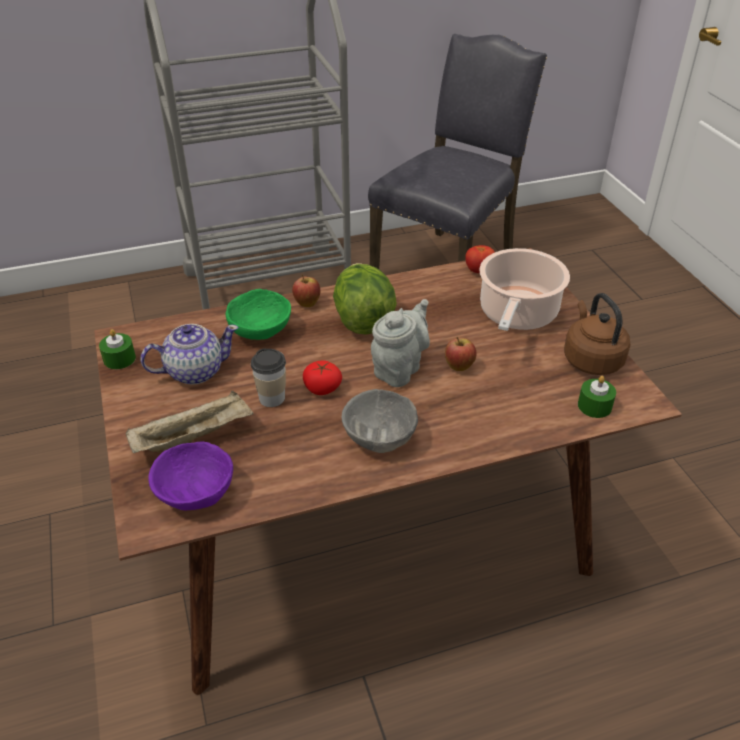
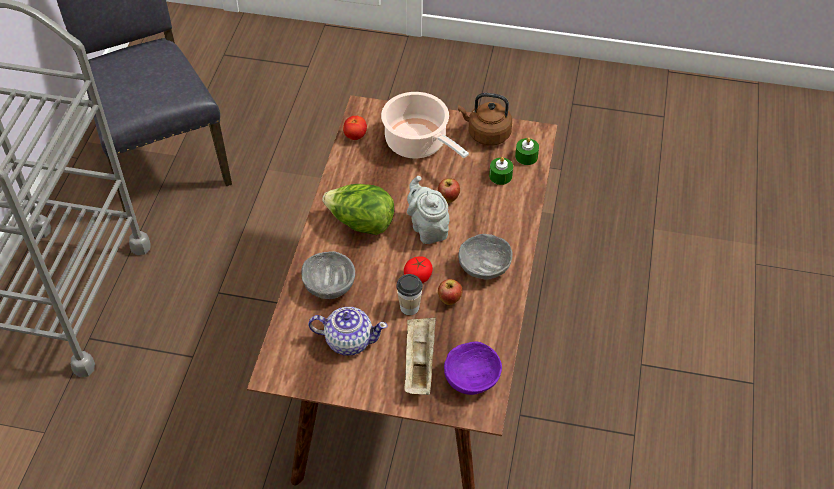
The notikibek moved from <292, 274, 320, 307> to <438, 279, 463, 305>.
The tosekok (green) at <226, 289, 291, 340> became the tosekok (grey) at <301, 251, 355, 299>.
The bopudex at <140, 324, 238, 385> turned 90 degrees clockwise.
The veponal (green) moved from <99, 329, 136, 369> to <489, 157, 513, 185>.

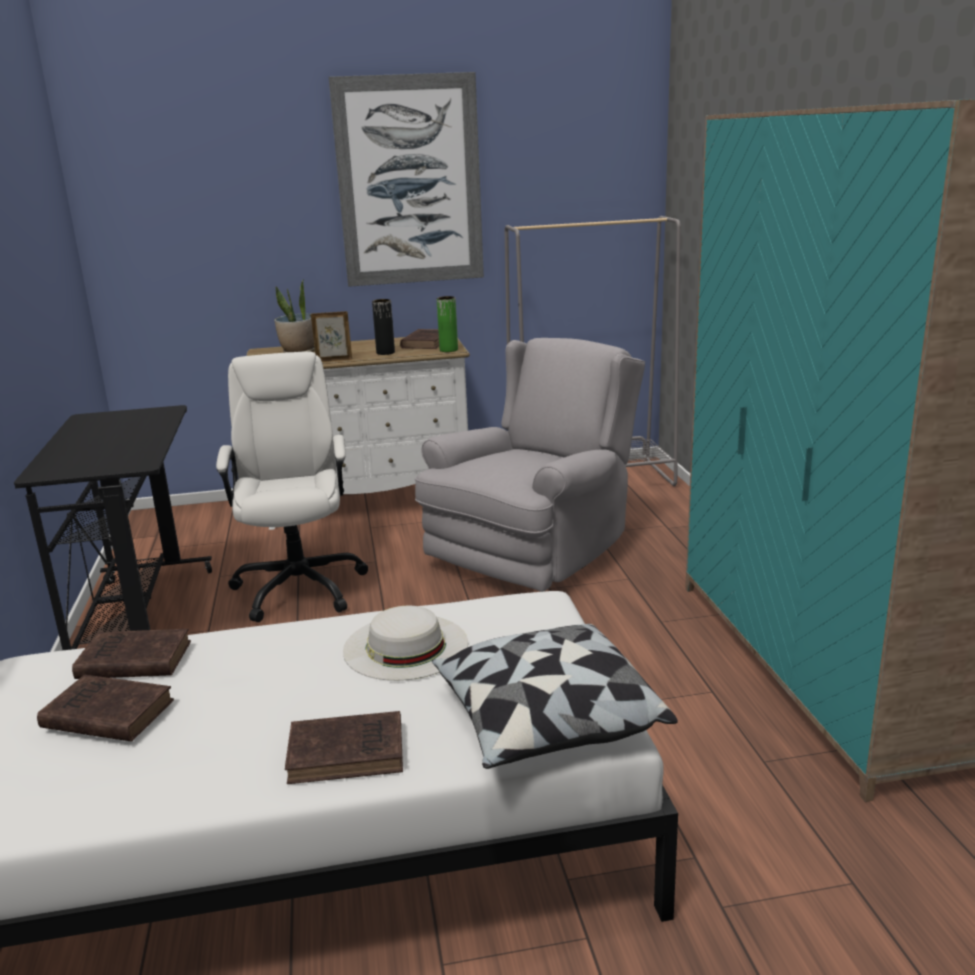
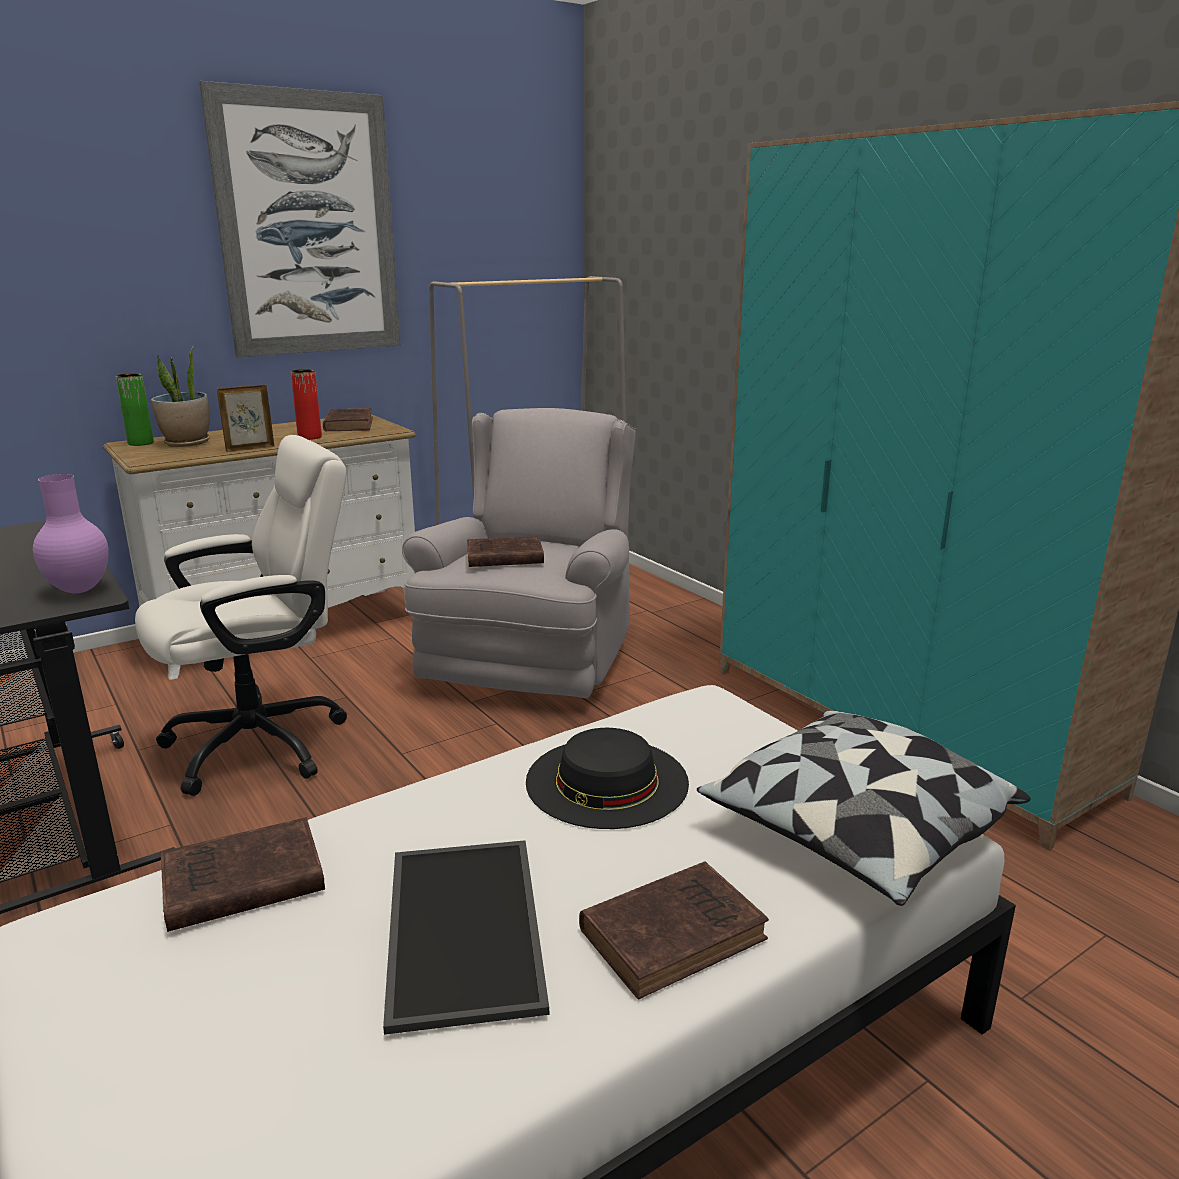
The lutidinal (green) moved from <437, 296, 458, 352> to <116, 373, 154, 446>.
The lutidinal (black) at <372, 299, 395, 355> became the lutidinal (red) at <290, 369, 322, 440>.
The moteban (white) at <216, 352, 368, 622> turned 90 degrees clockwise.
The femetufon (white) at <343, 606, 468, 681> became the femetufon (black) at <526, 728, 689, 829>.
The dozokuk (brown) moved from <37, 675, 174, 742> to <467, 536, 544, 567>.
The lutidinal (purple) at <33, 474, 109, 594> appeared.
The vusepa at <383, 840, 549, 1035> appeared.

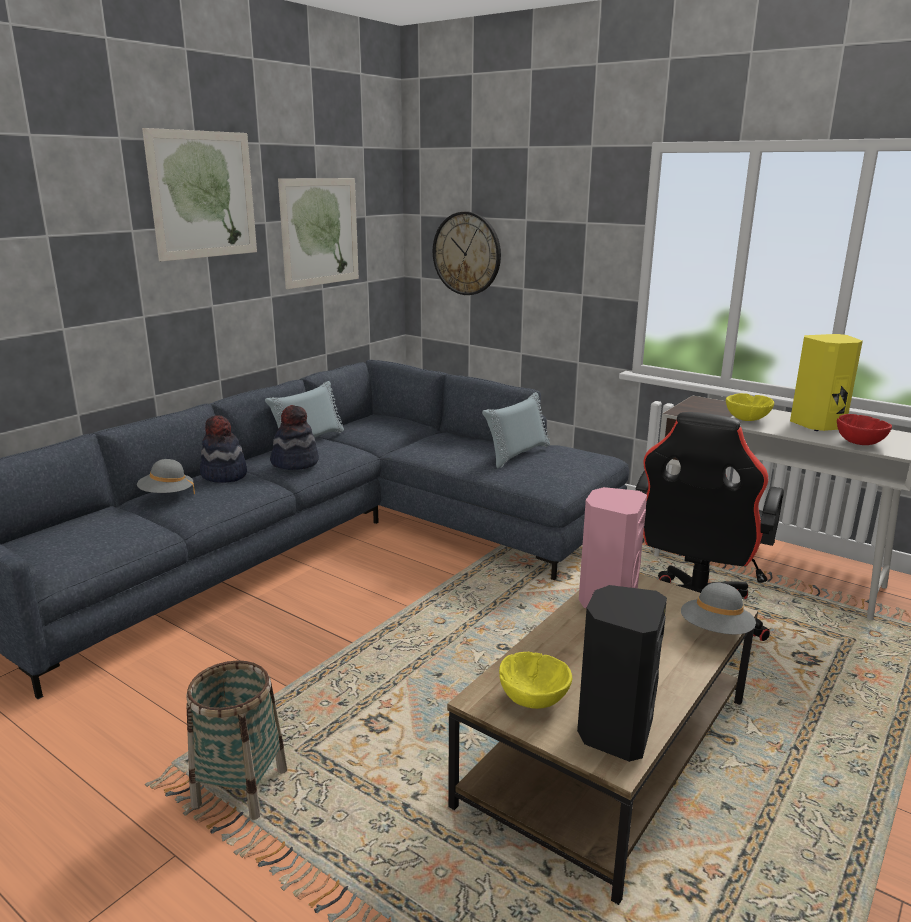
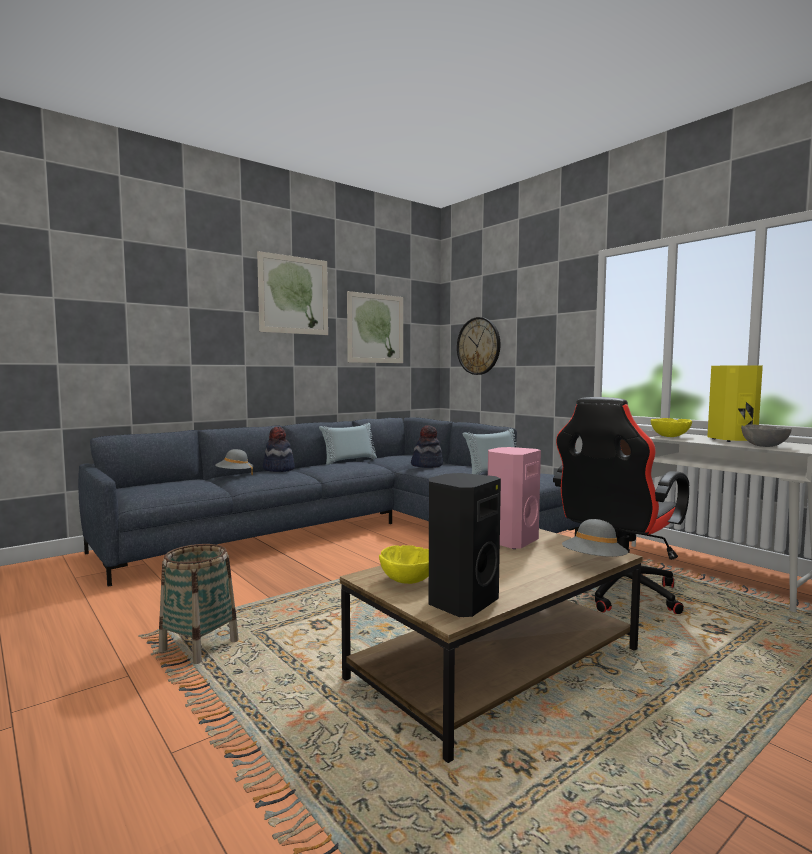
The femetufon moved from <270, 405, 319, 470> to <411, 425, 443, 468>.
The tosekok (red) at <837, 414, 892, 445> became the tosekok (grey) at <741, 424, 792, 447>.

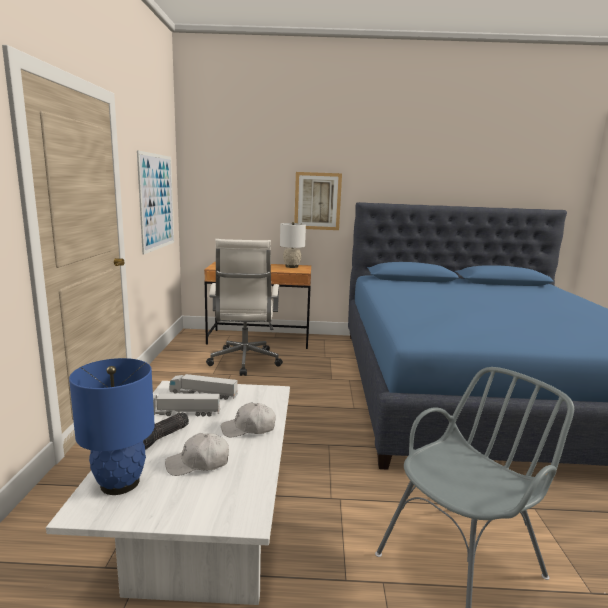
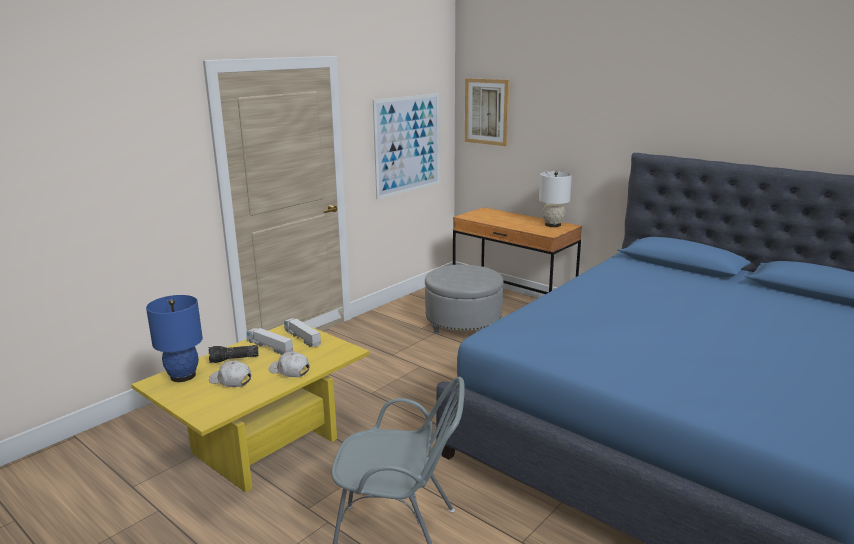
The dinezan moved from <294, 172, 342, 230> to <465, 78, 509, 146>.
The moteban (white) at <206, 239, 283, 376> was replaced by the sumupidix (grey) at <425, 265, 504, 334>.
The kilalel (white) at <46, 381, 290, 605> became the kilalel (yellow) at <131, 325, 369, 493>.

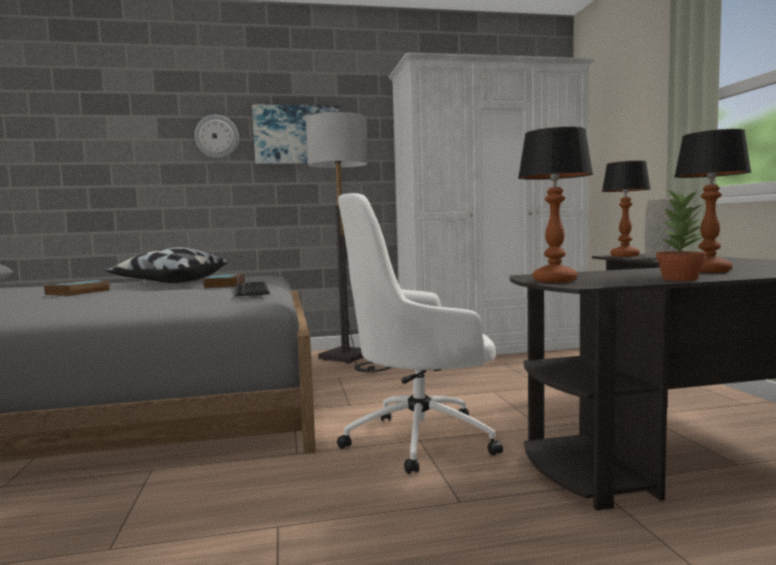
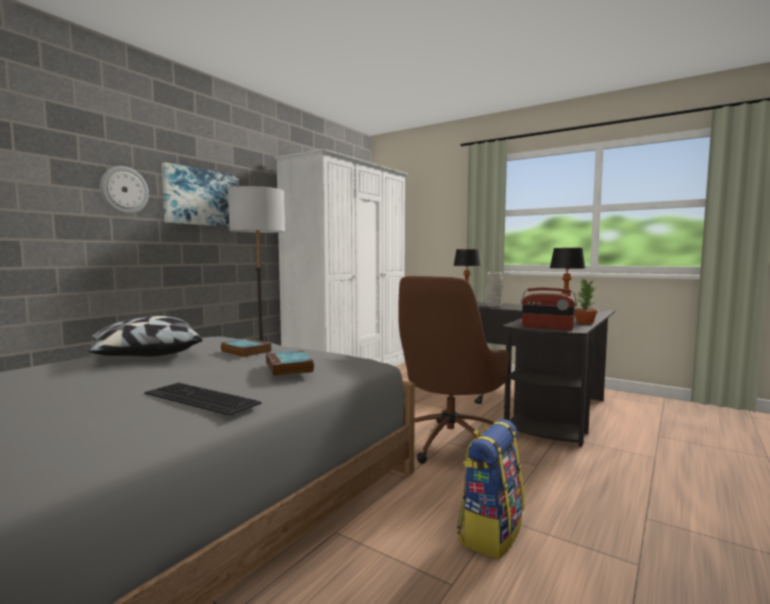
The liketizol at <518, 127, 593, 282> was replaced by the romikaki at <521, 287, 577, 330>.
The moteban (white) at <337, 193, 503, 474> became the moteban (brown) at <398, 276, 509, 464>.
The dozokuk moved from <44, 280, 110, 296> to <266, 351, 314, 376>.
The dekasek moved from <235, 282, 270, 296> to <145, 383, 262, 416>.
The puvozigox at <457, 419, 525, 559> appeared.

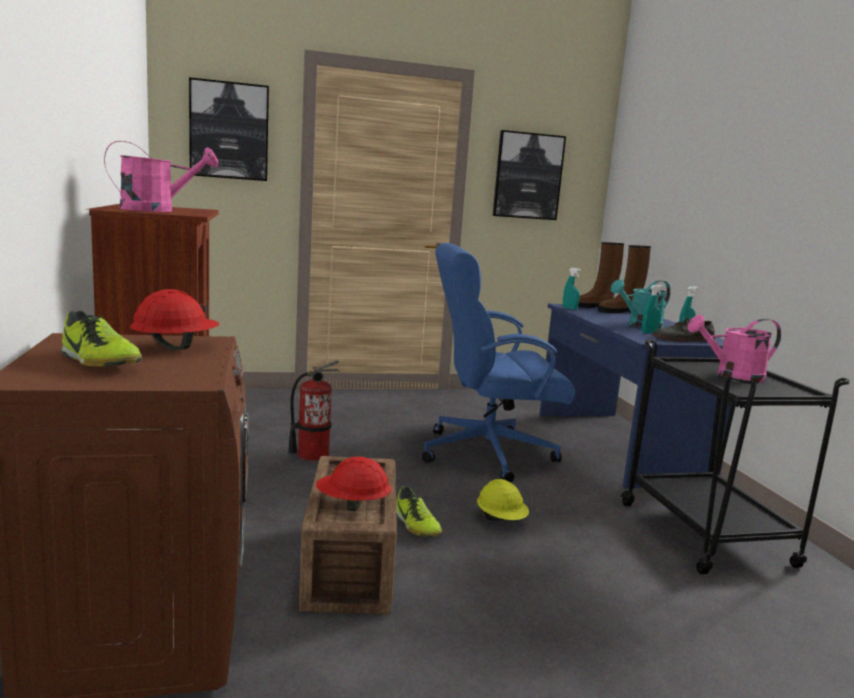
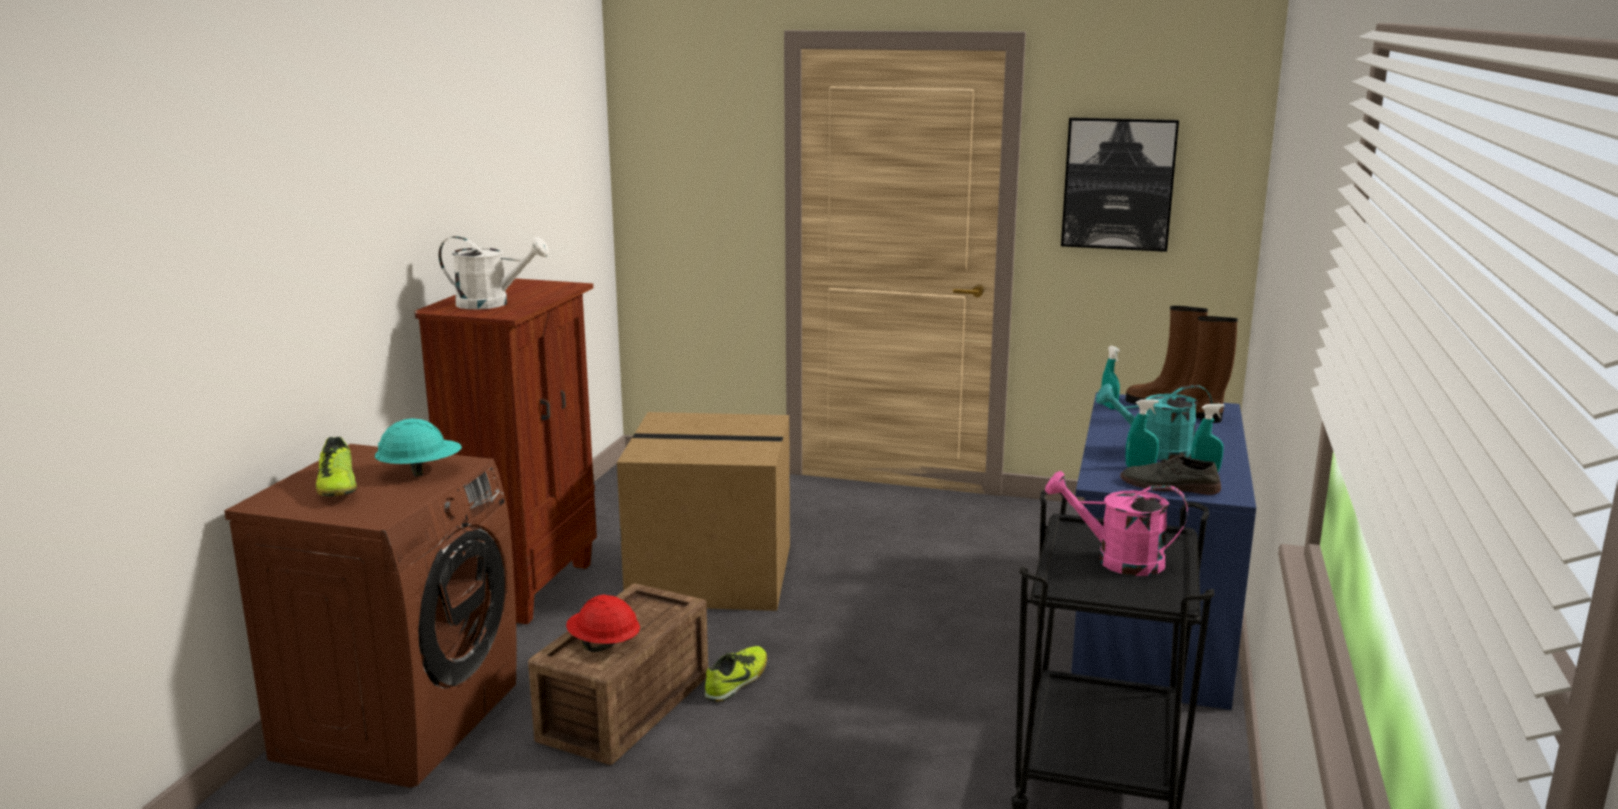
The dinezan at <189, 77, 269, 181> disappeared.
The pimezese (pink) at <104, 141, 218, 212> became the pimezese (white) at <438, 236, 549, 309>.
The moteban (blue) at <422, 243, 575, 483> disappeared.
The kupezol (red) at <130, 289, 219, 350> became the kupezol (turquoise) at <375, 418, 462, 477>.
The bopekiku at <288, 360, 339, 461> was replaced by the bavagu at <617, 412, 790, 611>.
The kupezol (yellow) at <477, 479, 529, 521> disappeared.
The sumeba at <396, 486, 442, 537> turned 150 degrees counterclockwise.

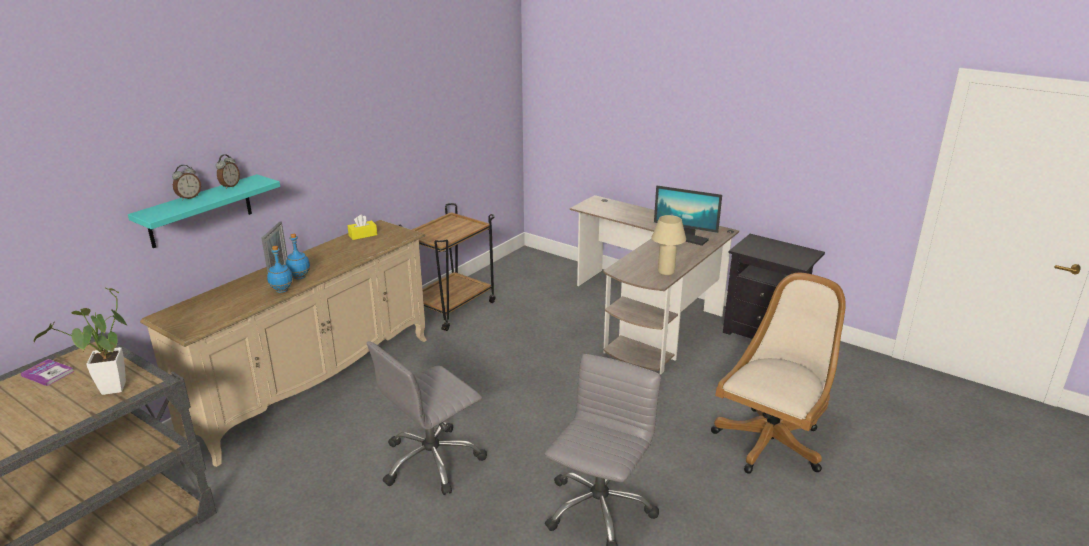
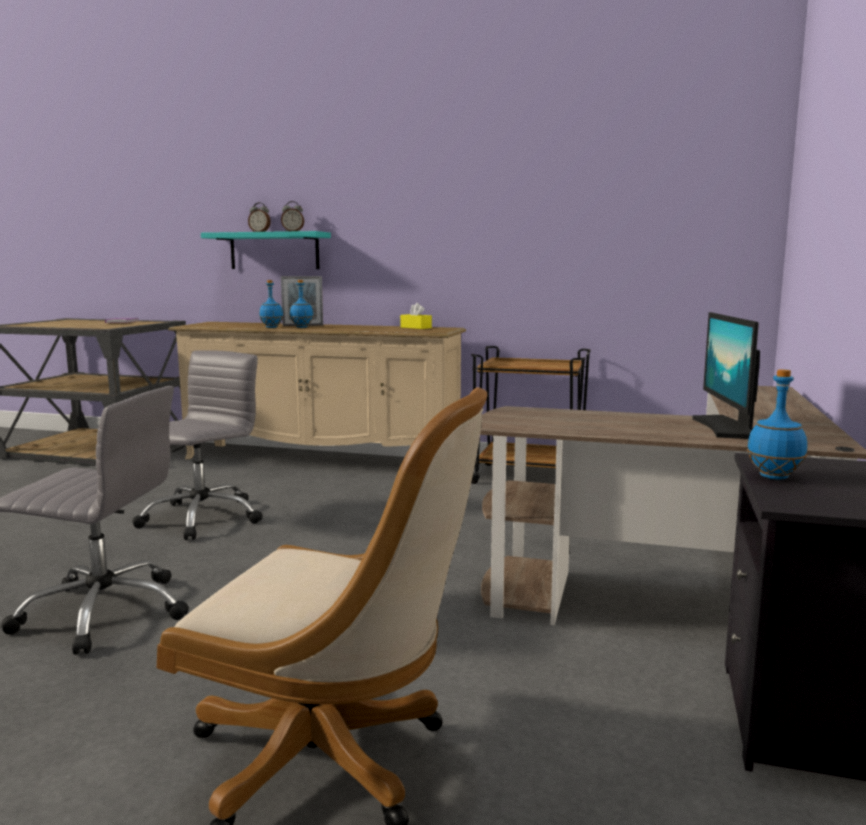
The liketizol (beige) at <652, 215, 686, 275> disappeared.
The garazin at <34, 288, 128, 395> disappeared.
The moteban (grey) at <367, 341, 487, 495> turned 90 degrees clockwise.
The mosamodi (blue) at <747, 369, 807, 480> appeared.

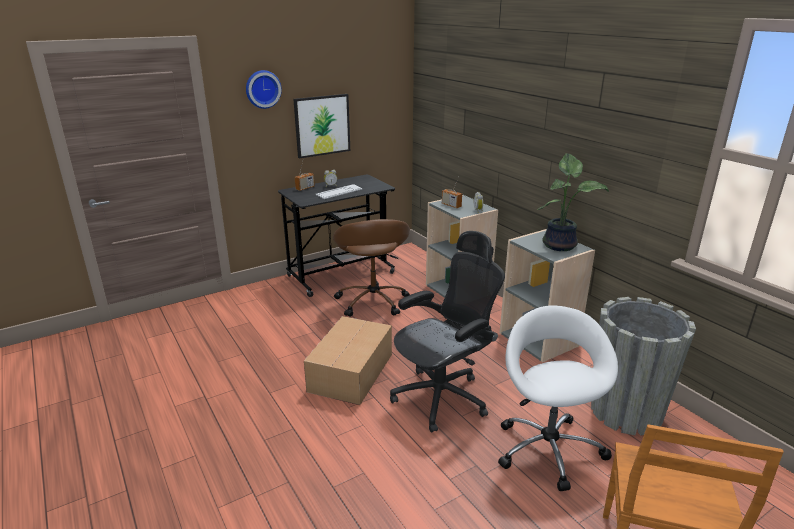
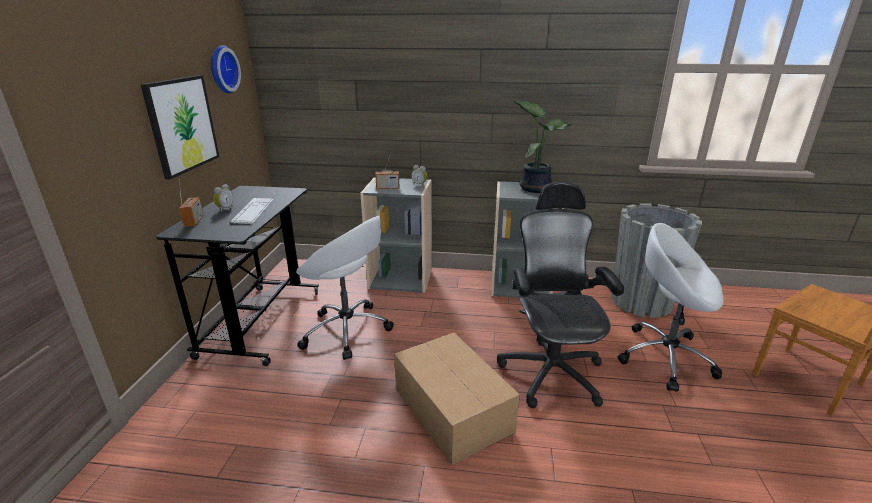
The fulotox moved from <246, 70, 282, 109> to <211, 45, 241, 94>.
The moteban (brown) at <333, 219, 410, 317> became the moteban (white) at <296, 216, 394, 360>.

